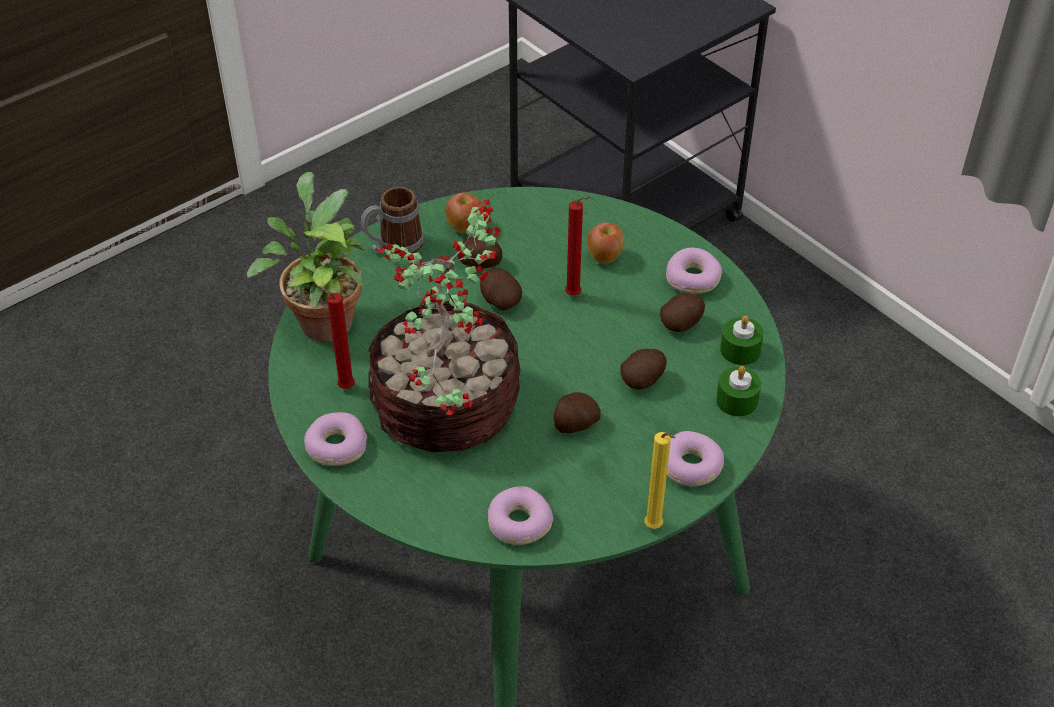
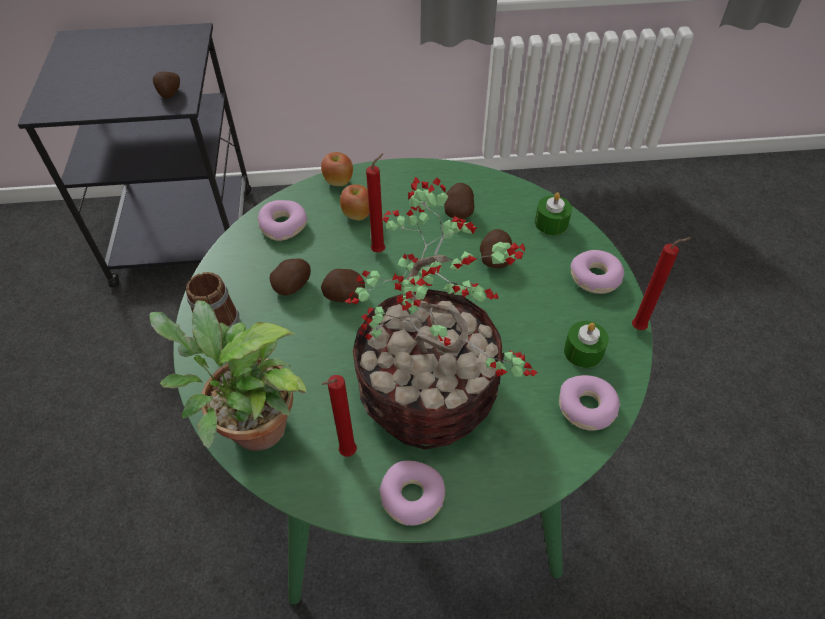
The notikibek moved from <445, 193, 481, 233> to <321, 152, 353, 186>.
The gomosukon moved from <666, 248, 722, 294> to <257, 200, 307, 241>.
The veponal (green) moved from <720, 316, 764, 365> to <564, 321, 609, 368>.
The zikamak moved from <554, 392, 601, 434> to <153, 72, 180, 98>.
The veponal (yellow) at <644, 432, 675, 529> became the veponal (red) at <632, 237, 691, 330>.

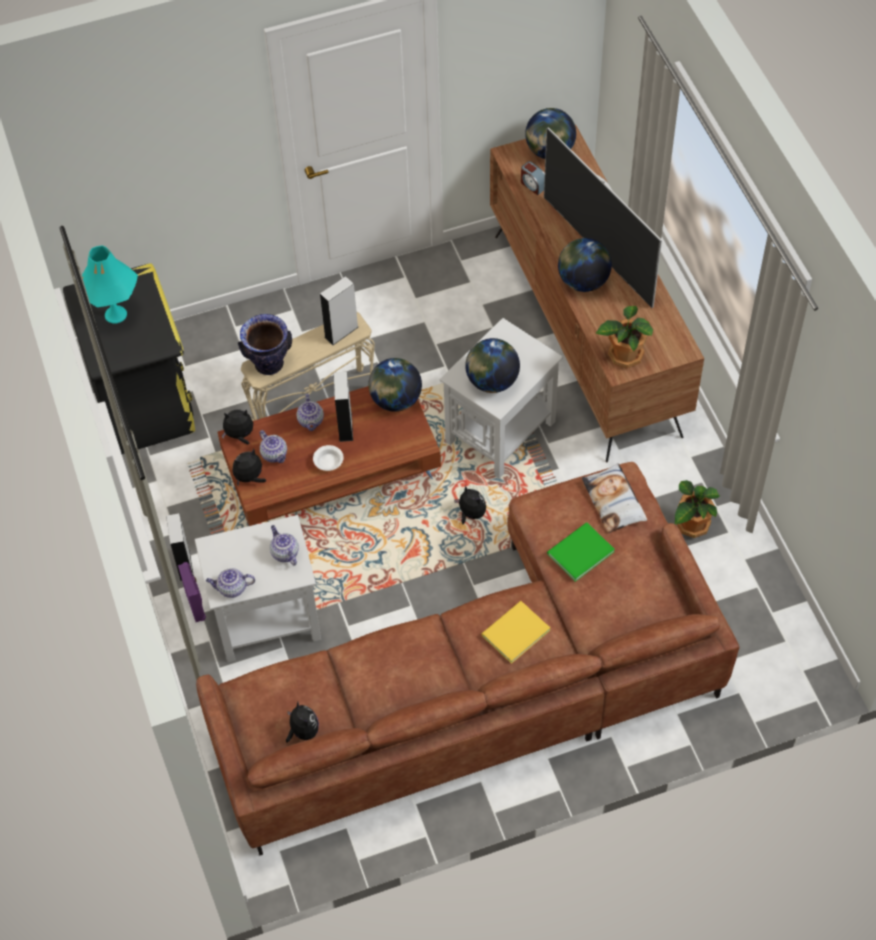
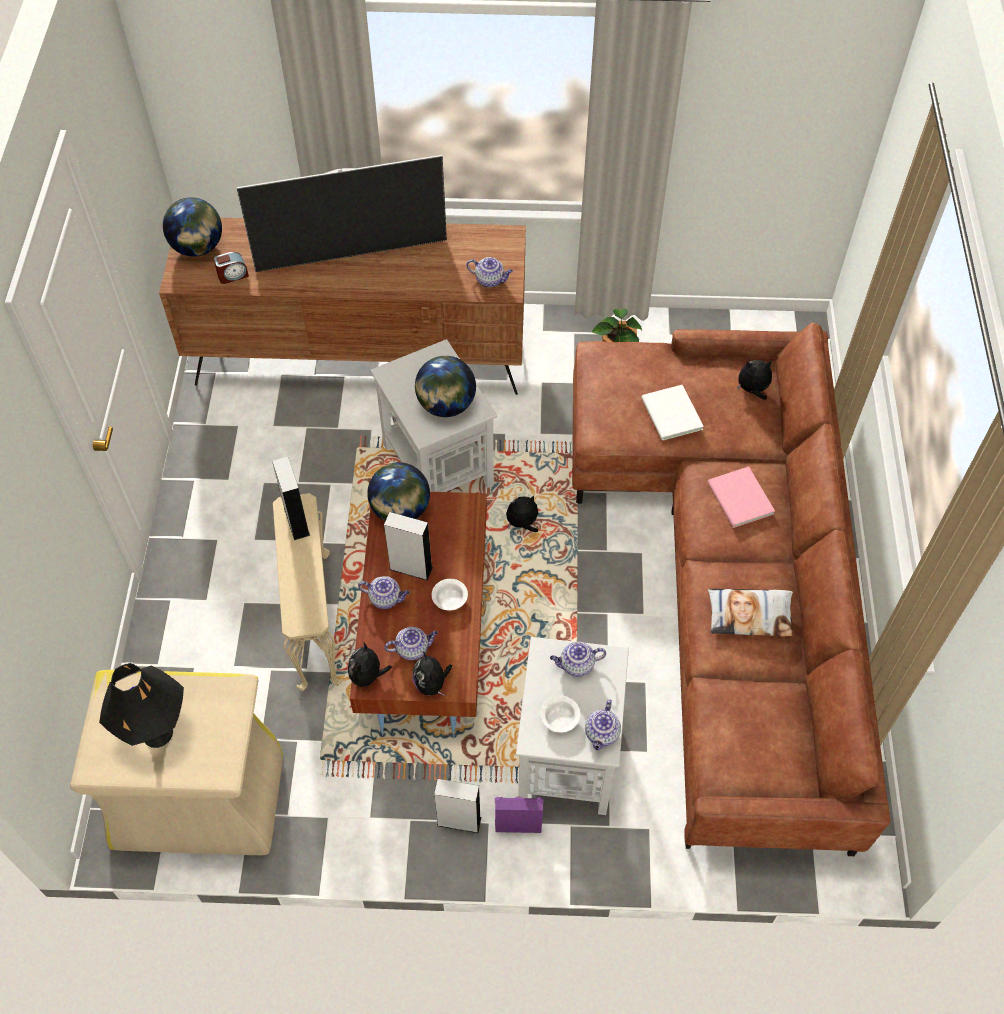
The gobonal at <558, 238, 612, 292> disappeared.
The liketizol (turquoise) at <82, 245, 138, 323> became the liketizol (black) at <99, 663, 184, 748>.
The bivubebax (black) at <63, 263, 195, 454> became the bivubebax (beige) at <70, 670, 283, 855>.
The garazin at <595, 306, 653, 368> was replaced by the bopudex at <467, 257, 513, 287>.
The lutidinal at <238, 314, 292, 375> disappeared.
The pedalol moved from <582, 463, 647, 533> to <708, 589, 793, 637>.
The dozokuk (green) at <547, 522, 615, 582> became the dozokuk (white) at <641, 385, 704, 441>.
The dozokuk (yellow) at <481, 601, 550, 664> became the dozokuk (pink) at <707, 467, 775, 528>.
The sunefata moved from <286, 702, 319, 743> to <737, 360, 772, 400>.
The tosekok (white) at <540, 696, 580, 733> appeared.

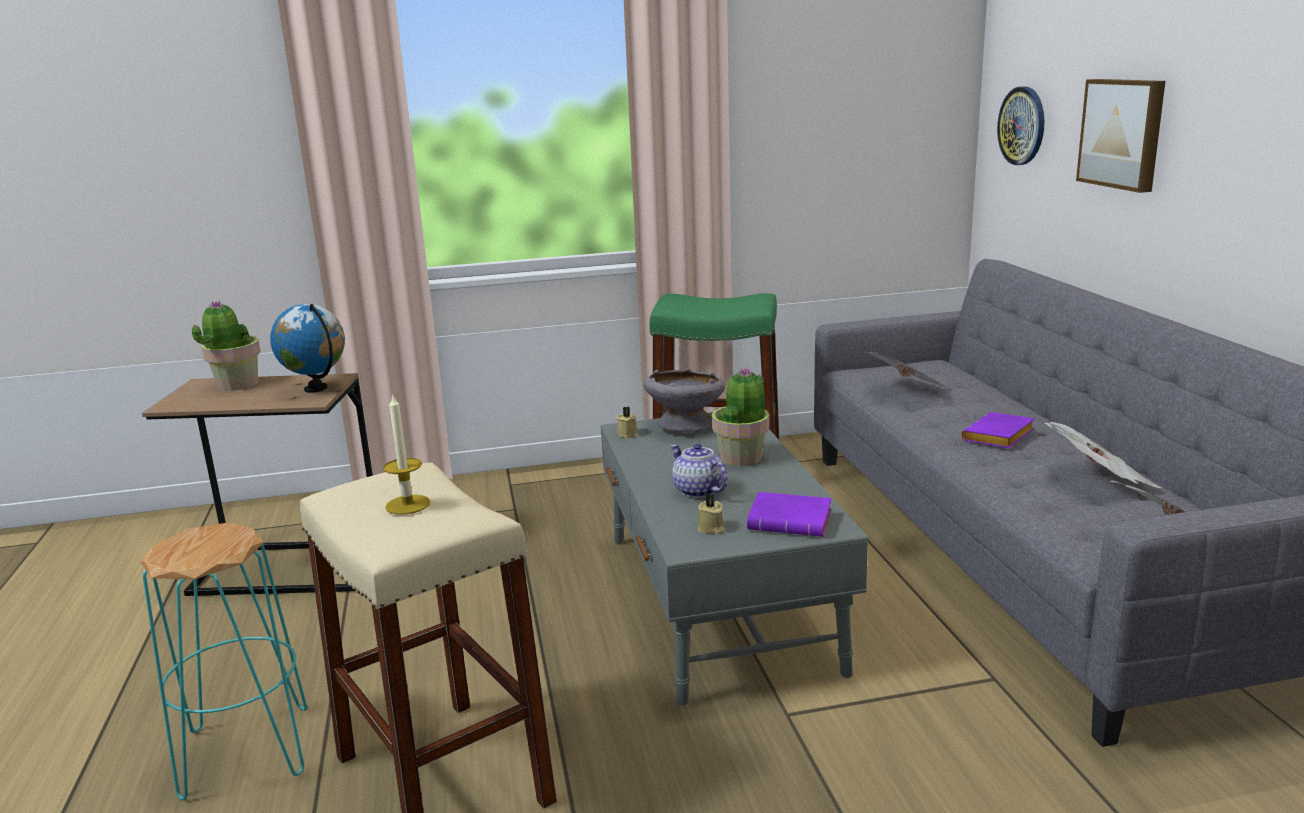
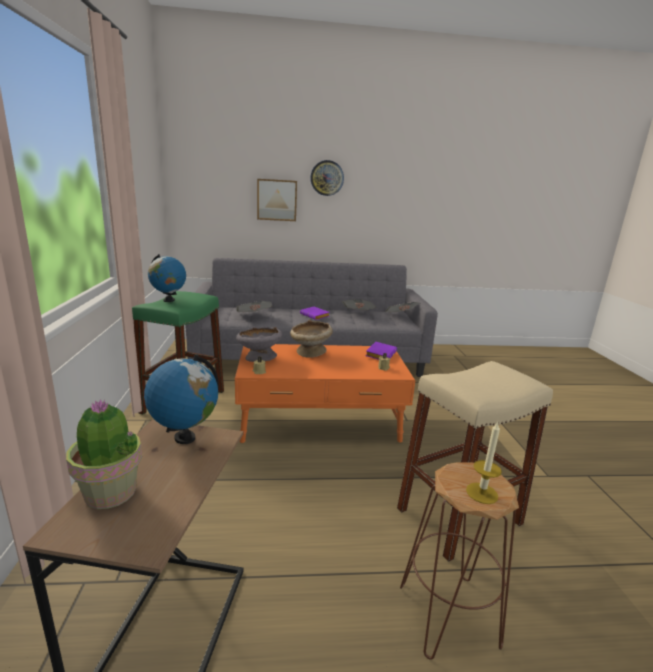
The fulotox moved from <997, 86, 1044, 165> to <310, 160, 344, 196>.
The garazin at <712, 367, 769, 467> was replaced by the tosekok (beige) at <290, 320, 333, 358>.
The veponal moved from <383, 395, 430, 515> to <466, 421, 502, 504>.
The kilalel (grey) at <601, 412, 868, 706> became the kilalel (orange) at <235, 344, 416, 443>.
The bopudex at <670, 443, 728, 498> disappeared.
The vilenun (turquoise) at <140, 523, 307, 800> became the vilenun (brown) at <400, 462, 519, 660>.
The gobonal at <148, 254, 186, 302> appeared.

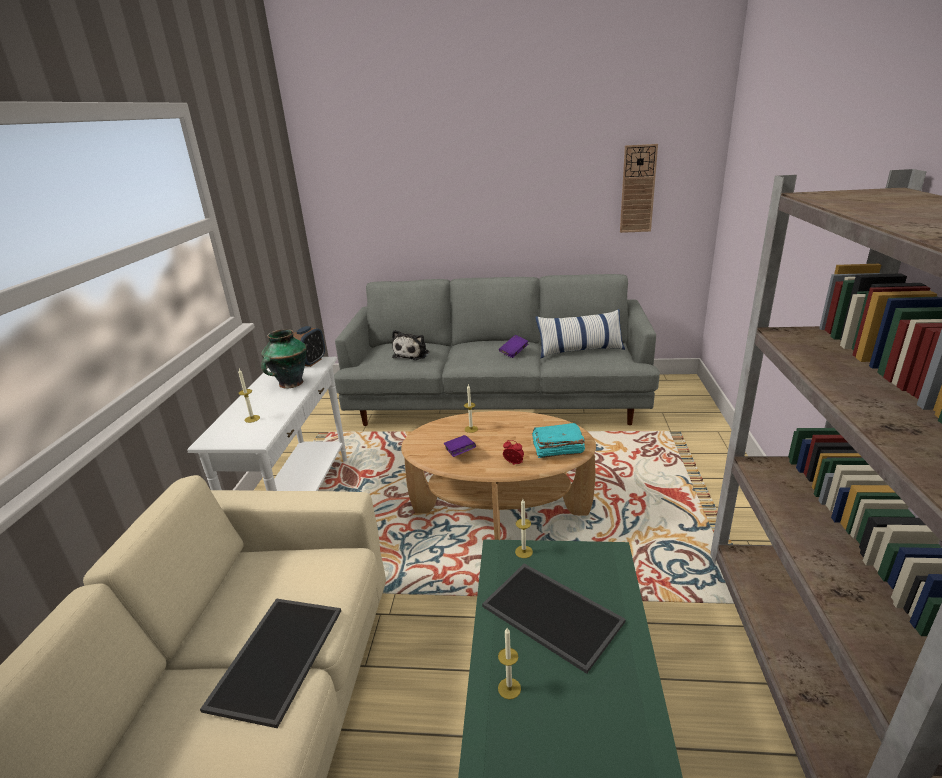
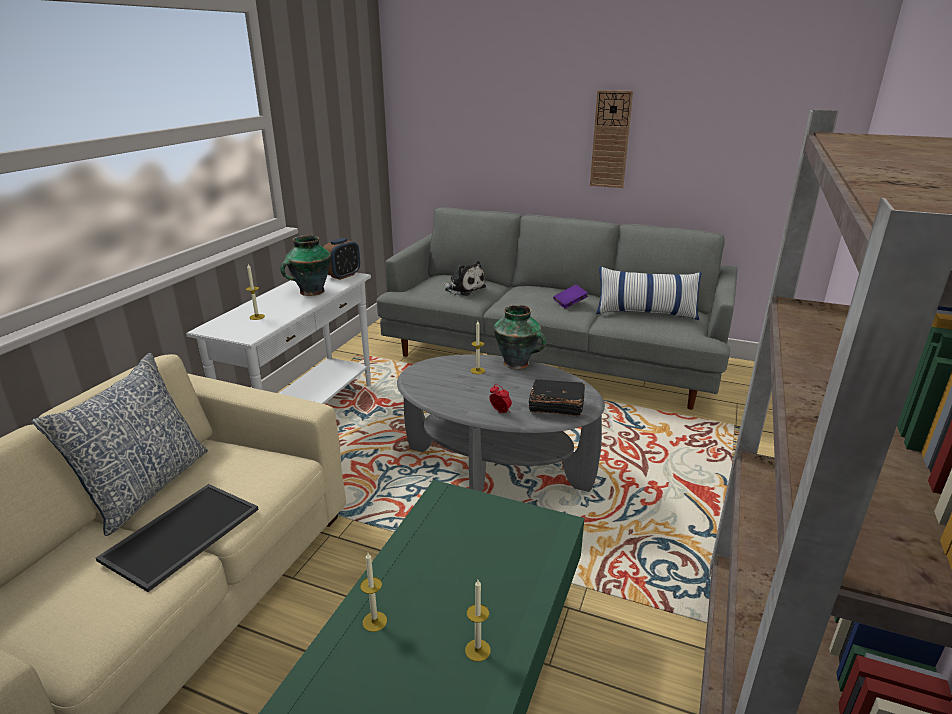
The fulotox moved from <620, 144, 658, 233> to <590, 90, 633, 188>.
The sunefata at <392, 330, 429, 360> turned 90 degrees counterclockwise.
The kilalel (brown) at <401, 411, 596, 540> became the kilalel (grey) at <397, 354, 605, 492>.
The dozokuk (turquoise) at <532, 423, 585, 458> became the dozokuk (black) at <528, 379, 585, 416>.
The dozokuk (purple) at <444, 435, 476, 457> disappeared.
The veponal moved from <515, 499, 533, 558> to <465, 580, 491, 662>.
The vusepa at <482, 564, 626, 674> disappeared.
The lutidinal at <494, 305, 547, 369> appeared.
The pedalol at <31, 353, 208, 536> appeared.

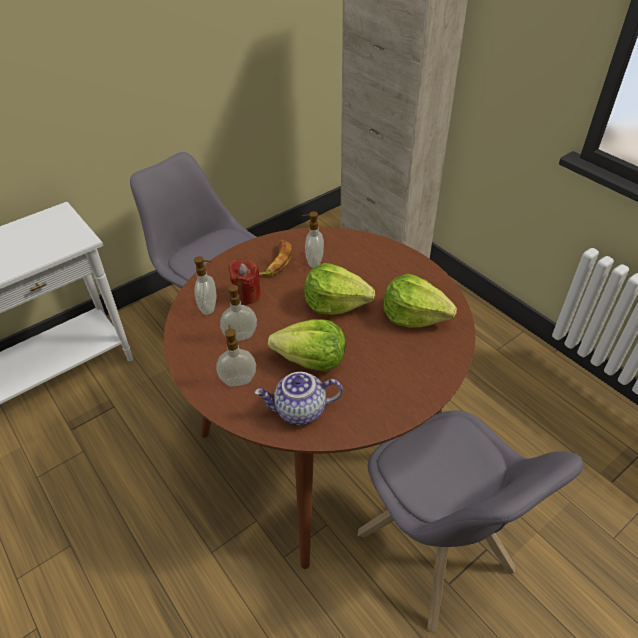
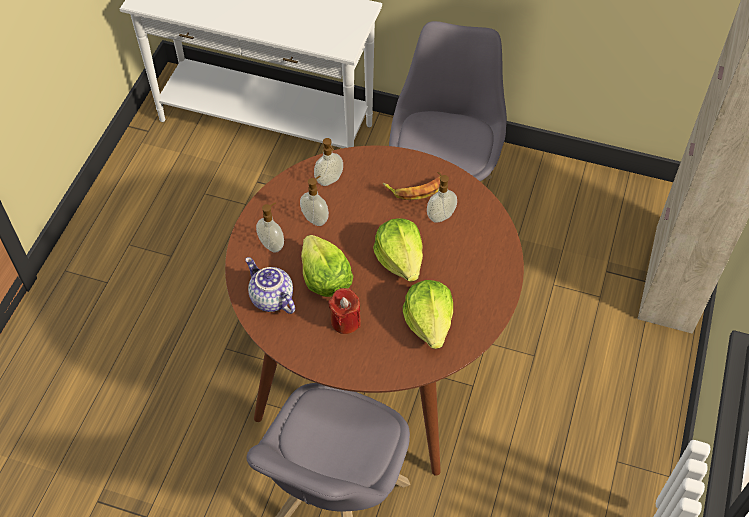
The veponal (red) moved from <229, 259, 261, 305> to <328, 288, 361, 334>.

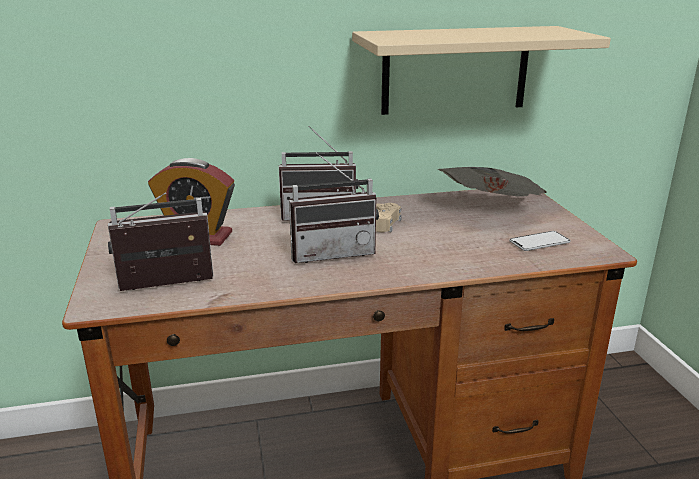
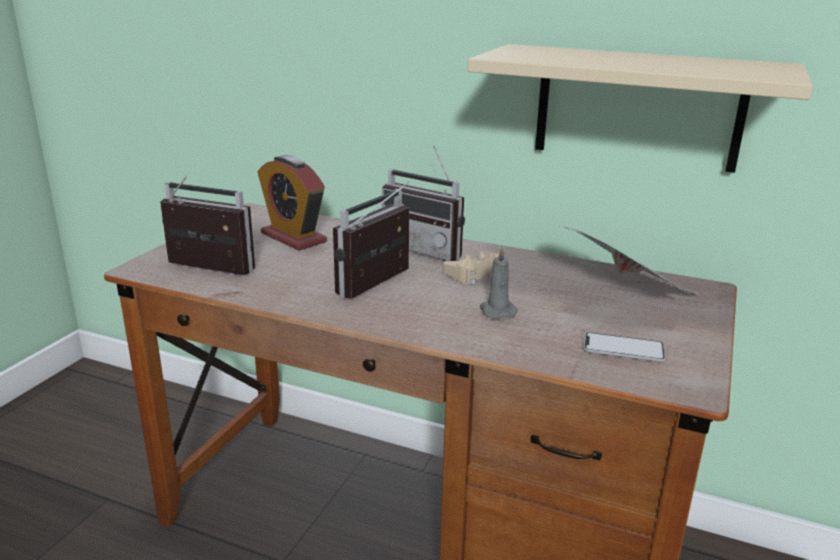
The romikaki at <289, 152, 379, 263> turned 105 degrees clockwise.
The veponal (grey) at <480, 246, 518, 319> appeared.

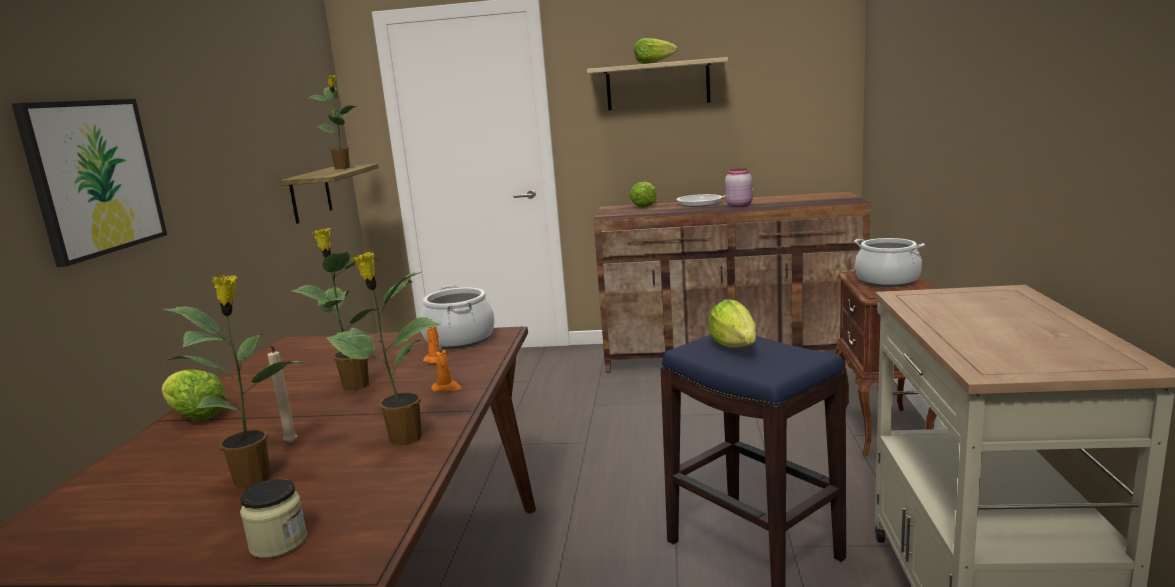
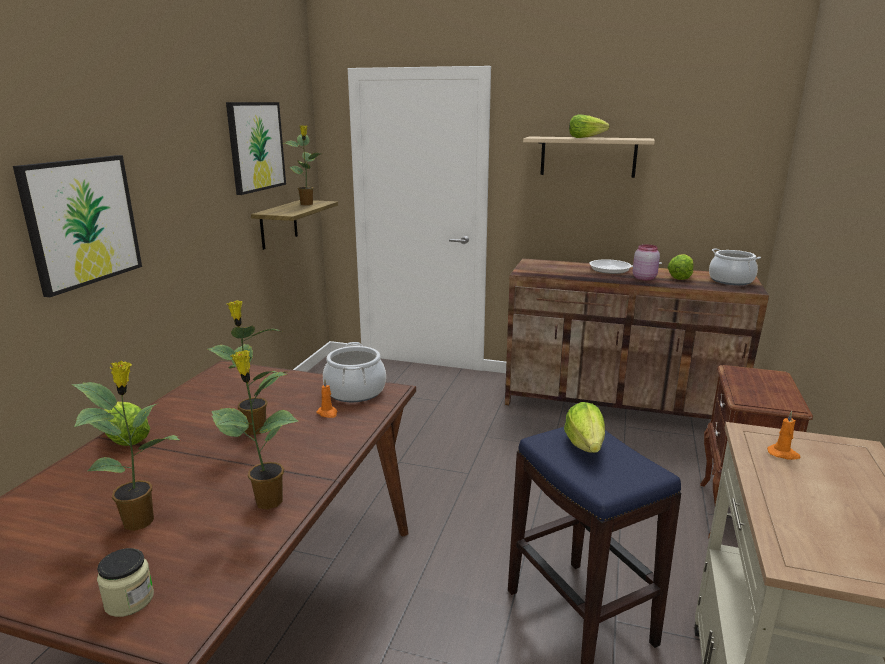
The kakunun moved from <630, 181, 656, 208> to <667, 254, 694, 280>.
The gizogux moved from <854, 238, 925, 287> to <709, 248, 761, 285>.
The veponal (orange) moved from <431, 342, 462, 392> to <767, 411, 800, 460>.
The veponal (beige) at <268, 346, 297, 443> disappeared.
The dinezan at <226, 102, 286, 195> appeared.

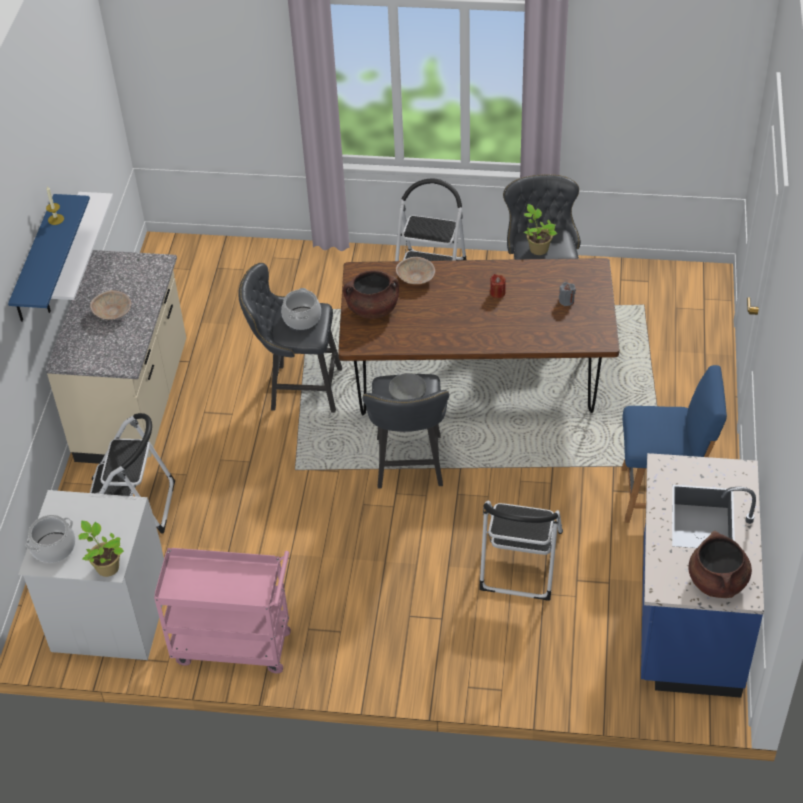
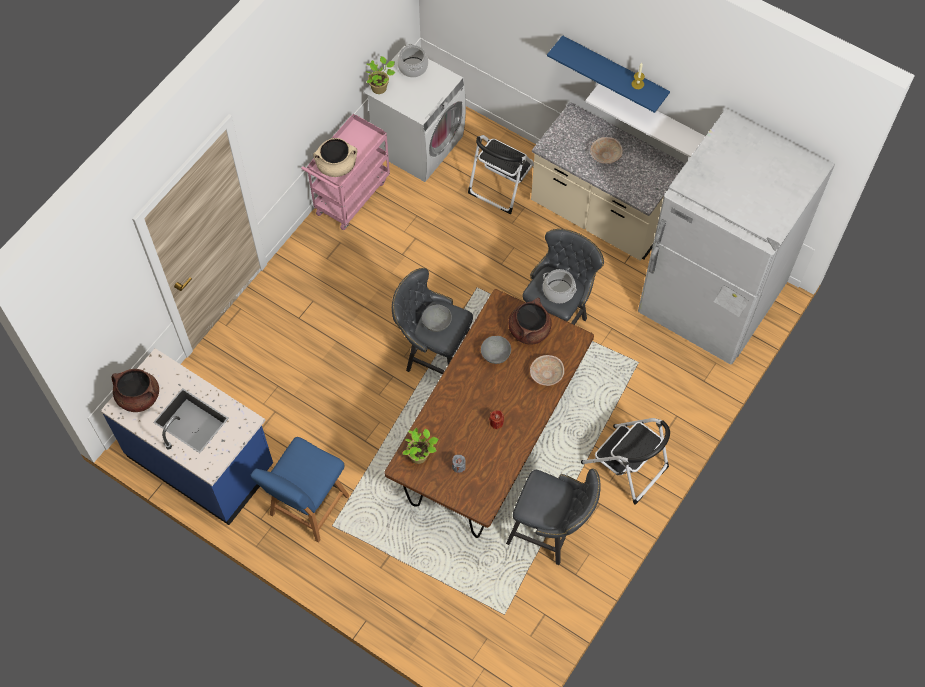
The garazin moved from <524, 204, 557, 255> to <403, 428, 439, 464>.
The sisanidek at <479, 501, 563, 601> disappeared.
The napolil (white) at <638, 108, 835, 364> appeared.
The gizogux (beige) at <313, 138, 358, 177> appeared.
The tosekok (grey) at <481, 336, 511, 364> appeared.

